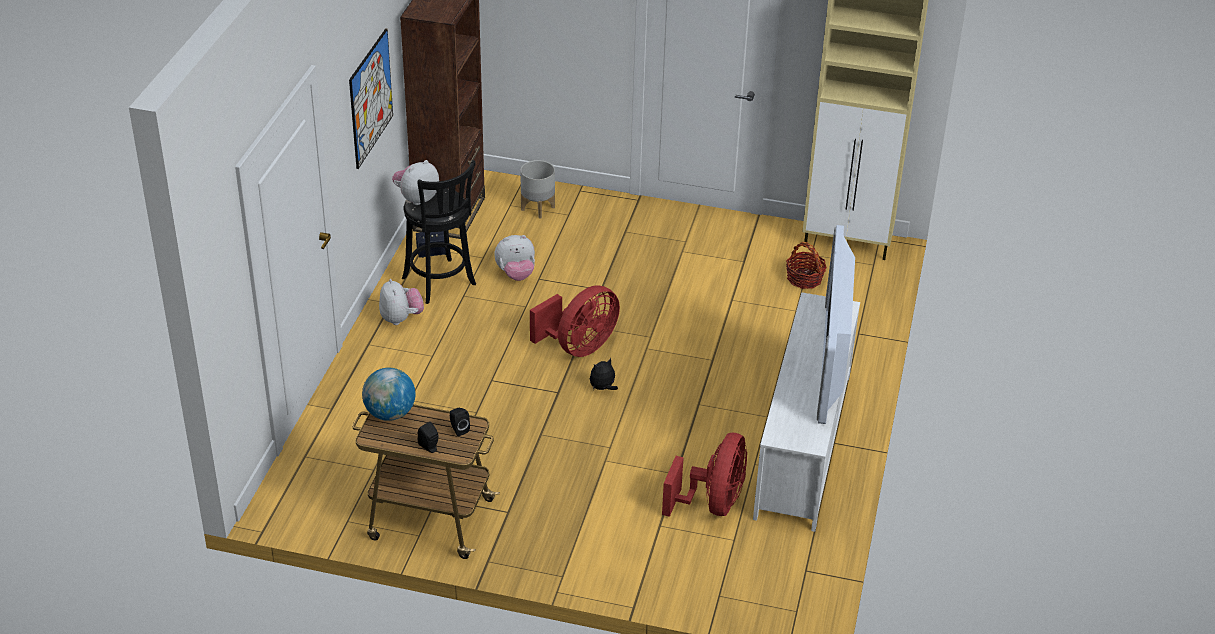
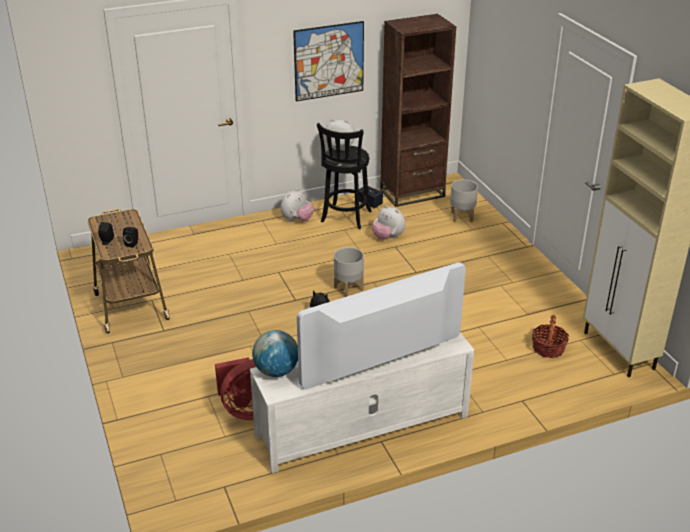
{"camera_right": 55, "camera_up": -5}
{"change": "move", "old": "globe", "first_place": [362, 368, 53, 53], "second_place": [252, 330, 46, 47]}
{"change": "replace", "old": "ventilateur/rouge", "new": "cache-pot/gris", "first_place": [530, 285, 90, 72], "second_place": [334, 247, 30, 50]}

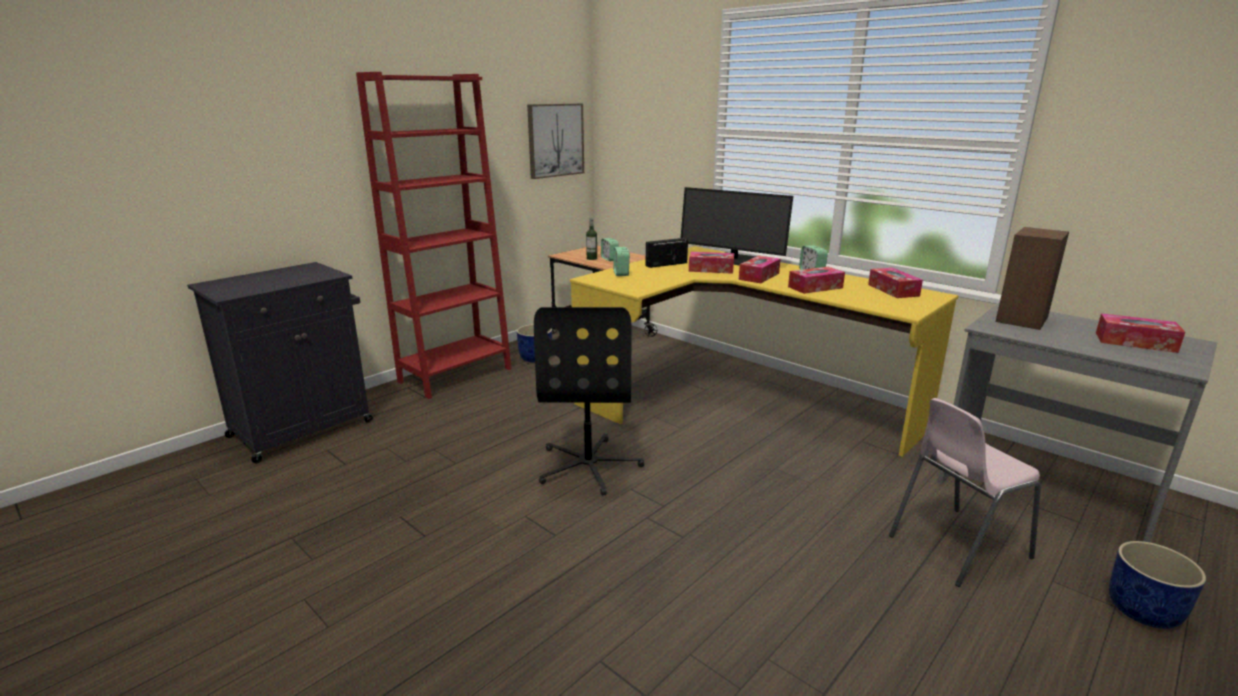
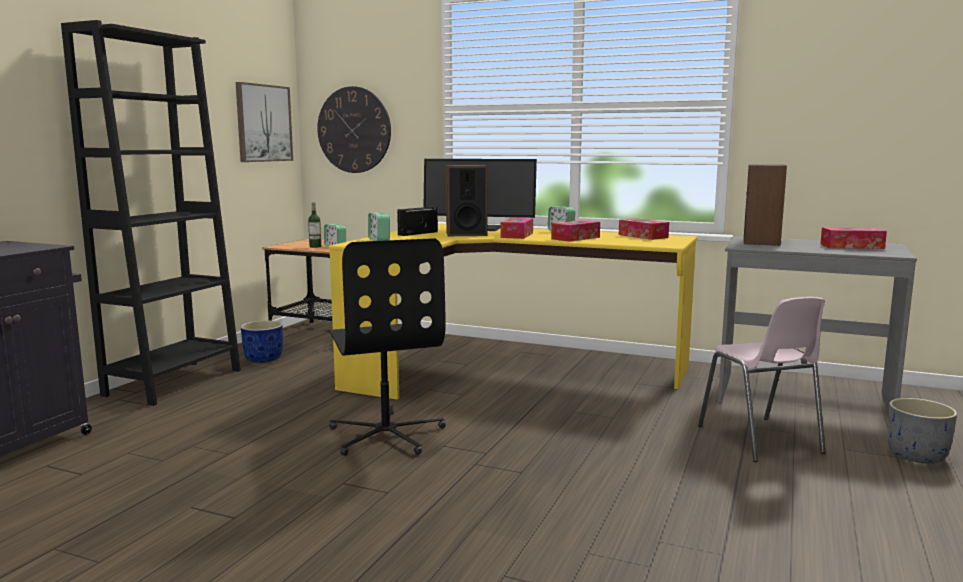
{"camera_right": -20, "camera_up": -10}
{"change": "insert", "new": "horloge murale", "second_place": [317, 86, 74, 87]}
{"change": "replace", "old": "boîte à mouchoirs", "new": "enceinte", "first_place": [689, 252, 45, 22], "second_place": [446, 165, 42, 71]}
{"change": "recolor", "old": "bibliothèque/rouge", "new": "bibliothèque/noir", "first_place": [356, 72, 155, 327], "second_place": [61, 20, 180, 386]}
{"change": "recolor", "old": "cache-pot/bleu", "new": "cache-pot/gris", "first_place": [1109, 541, 97, 88], "second_place": [887, 398, 70, 66]}
{"change": "rotate", "old": "chaise/rose", "first_place": [889, 398, 152, 189], "second_place": [698, 297, 128, 165], "degrees": -60}

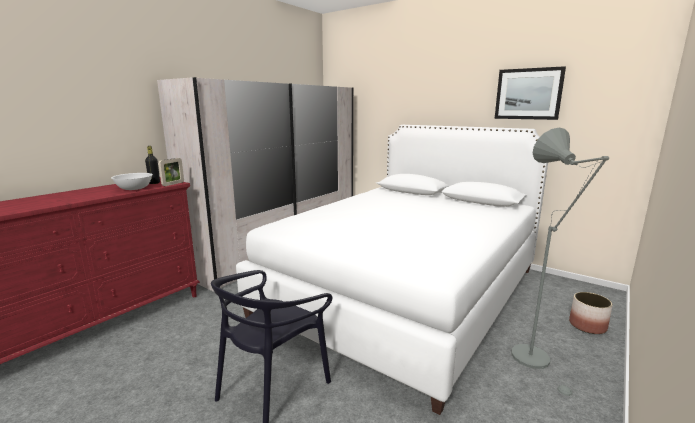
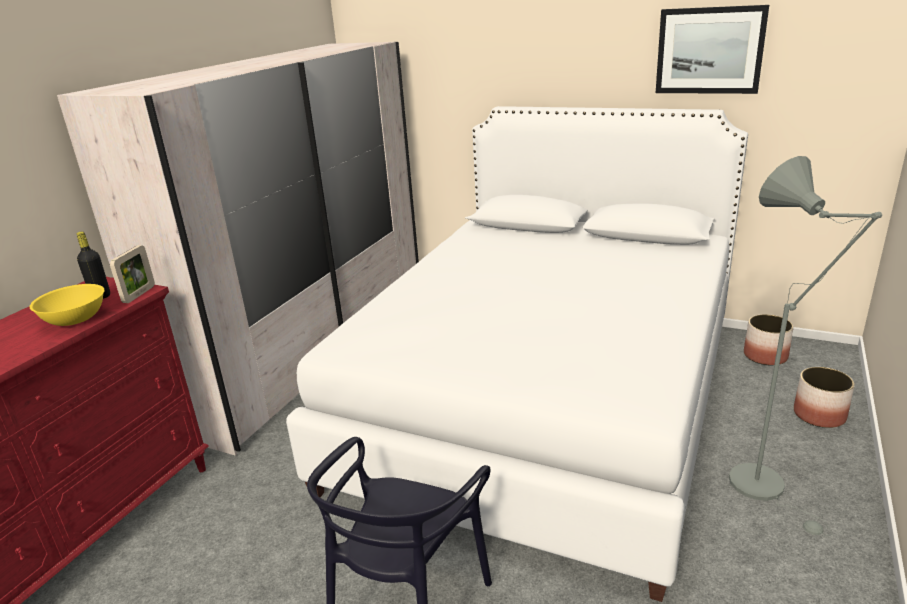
{"camera_right": -10, "camera_up": 10}
{"change": "insert", "new": "cache-pot", "second_place": [744, 314, 50, 51]}
{"change": "recolor", "old": "bol/blanc", "new": "bol/jaune", "first_place": [111, 173, 42, 17], "second_place": [30, 284, 74, 42]}

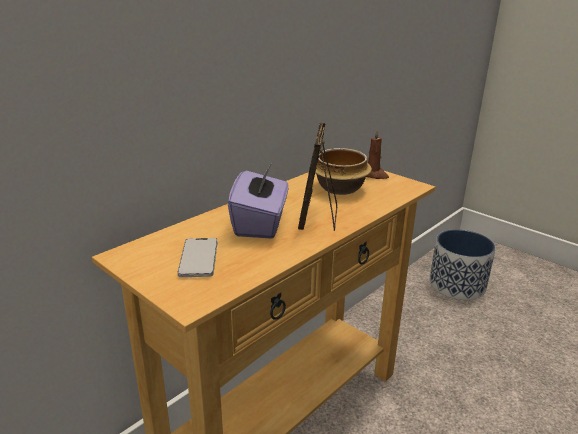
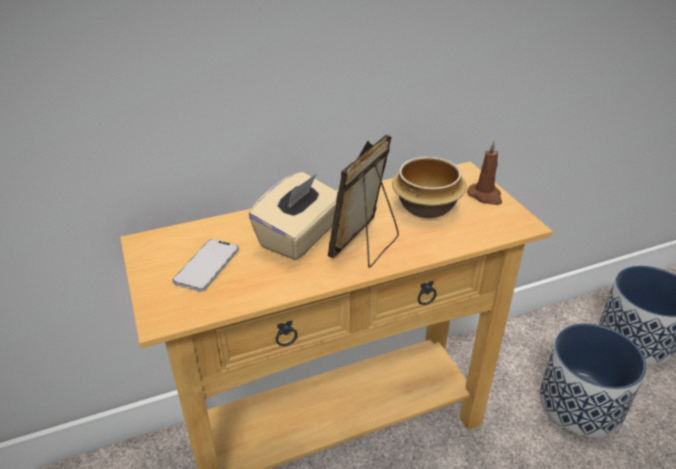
{"camera_right": 25, "camera_up": 10}
{"change": "insert", "new": "cache-pot", "second_place": [539, 323, 108, 114]}
{"change": "recolor", "old": "boîte à mouchoirs/violet", "new": "boîte à mouchoirs/beige", "first_place": [228, 163, 61, 76], "second_place": [248, 172, 90, 88]}

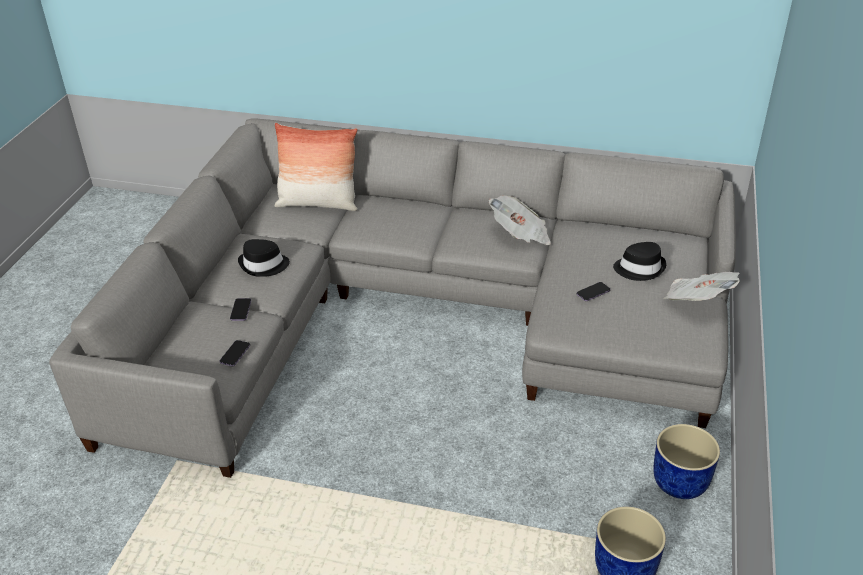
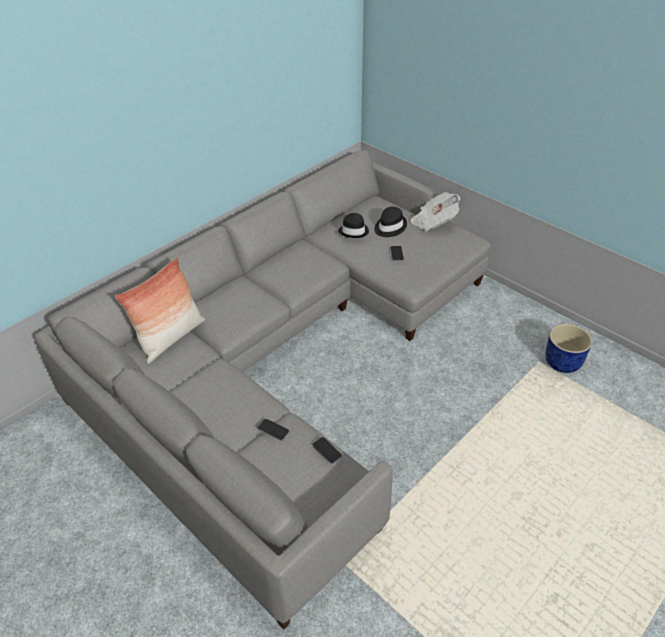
{"camera_right": -60, "camera_up": 5}
{"change": "delete", "old": "journal", "first_place": [489, 196, 62, 49]}
{"change": "delete", "old": "cache-pot/bleu", "first_place": [654, 424, 66, 75]}
{"change": "move", "old": "chapeau/noir", "first_place": [238, 239, 52, 38], "second_place": [338, 213, 31, 25]}

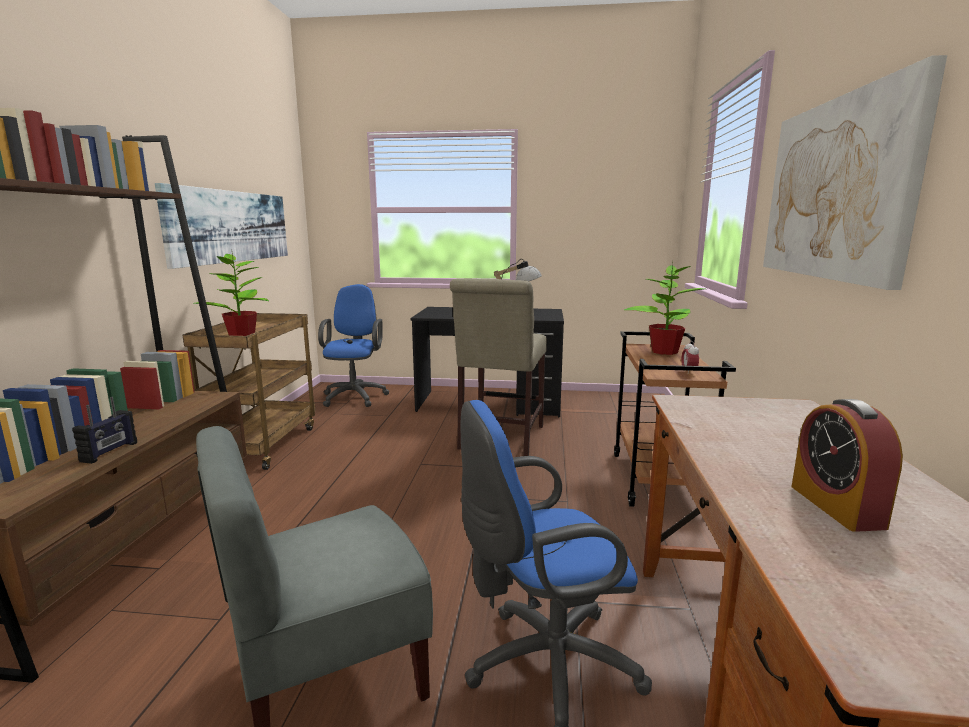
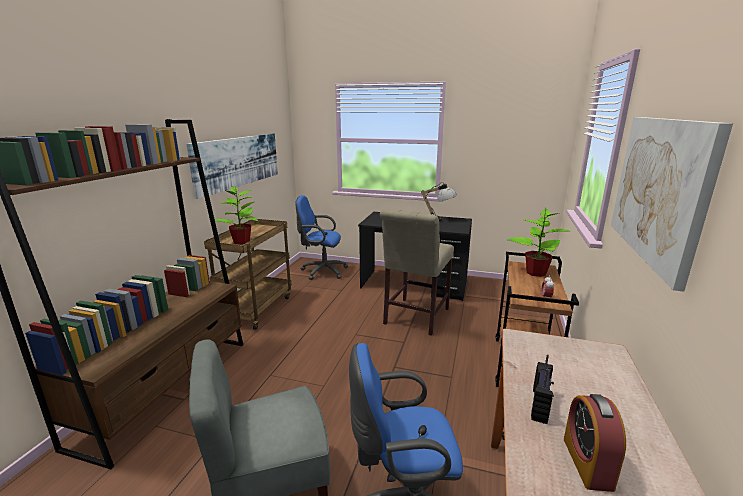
{"camera_right": 10, "camera_up": 5}
{"change": "move", "old": "radio", "first_place": [72, 397, 65, 67], "second_place": [531, 355, 23, 69]}
{"change": "rotate", "old": "chaise de bureau/bleu", "first_place": [318, 284, 71, 123], "second_place": [295, 195, 53, 85], "degrees": -90}

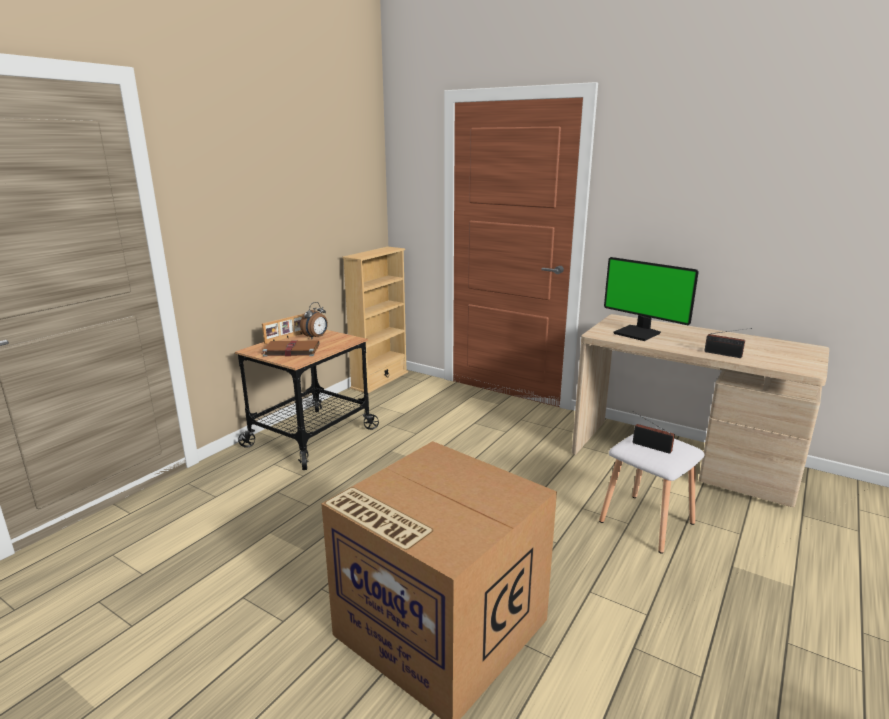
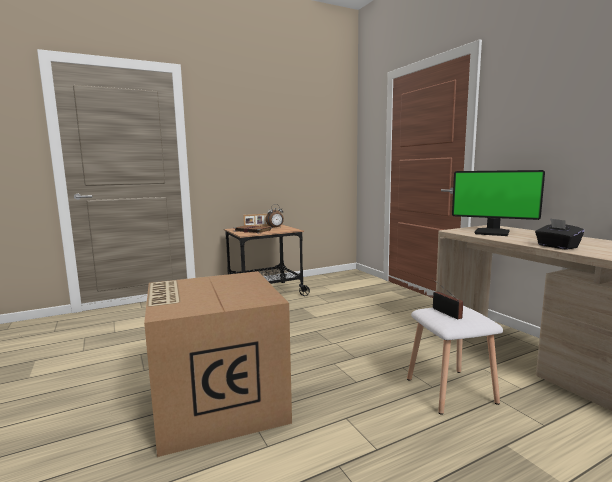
{"camera_right": 30, "camera_up": -10}
{"change": "delete", "old": "bibliothèque/beige", "first_place": [342, 246, 66, 147]}
{"change": "replace", "old": "radio", "new": "boîte à mouchoirs/noir", "first_place": [704, 328, 48, 30], "second_place": [535, 218, 50, 32]}
{"change": "rotate", "old": "écran d'ordinateur", "first_place": [604, 257, 95, 84], "second_place": [452, 170, 93, 66], "degrees": -45}

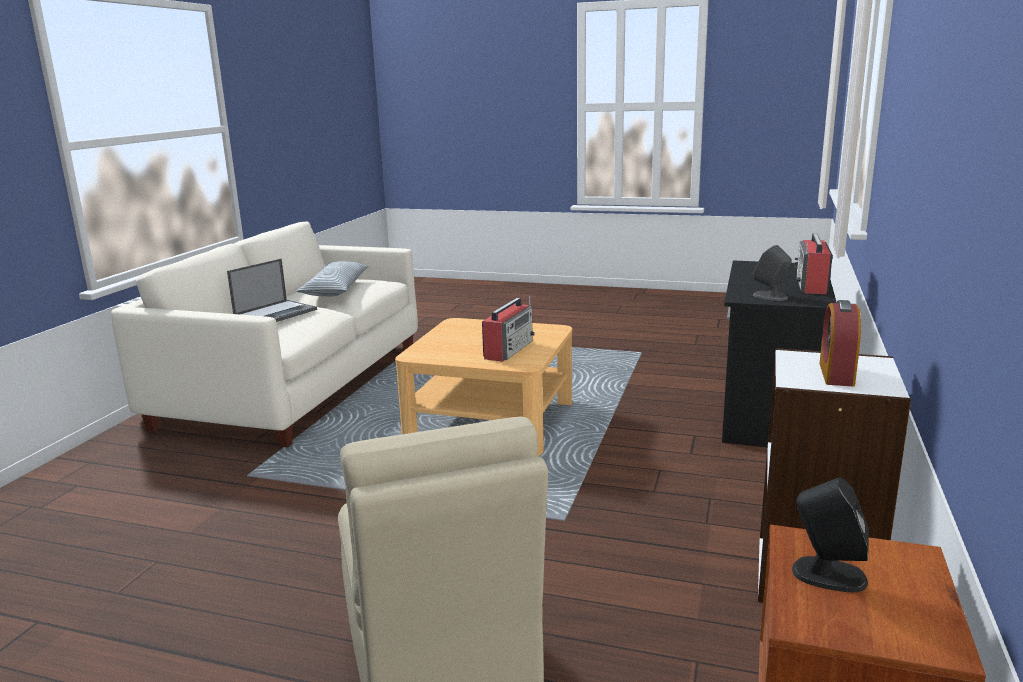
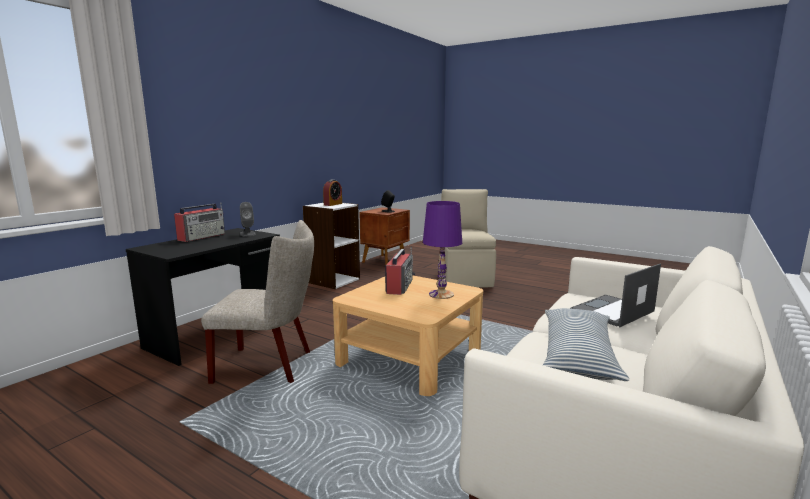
{"camera_right": -165, "camera_up": -5}
{"change": "insert", "new": "chaise/beige", "second_place": [201, 220, 113, 164]}
{"change": "insert", "new": "lampe de table/violet", "second_place": [423, 201, 39, 98]}
{"change": "rotate", "old": "radio", "first_place": [482, 295, 53, 67], "second_place": [385, 247, 30, 48], "degrees": 150}

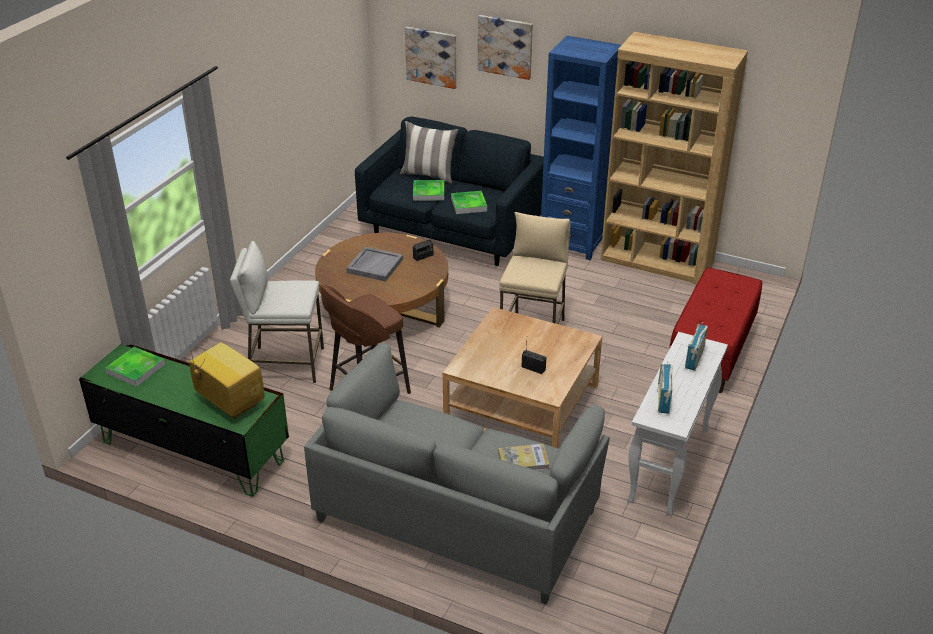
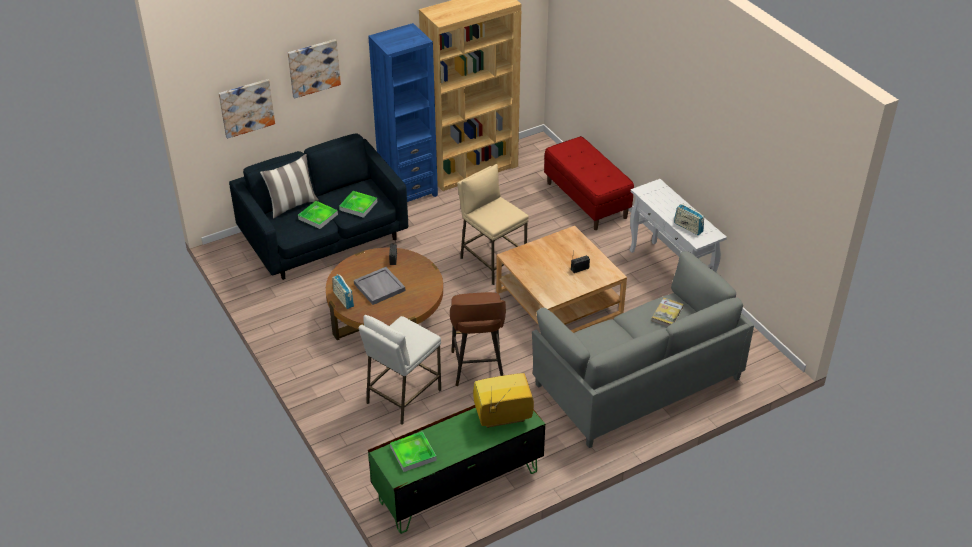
{"camera_right": -55, "camera_up": 5}
{"change": "move", "old": "radio", "first_place": [685, 322, 23, 49], "second_place": [332, 274, 22, 35]}

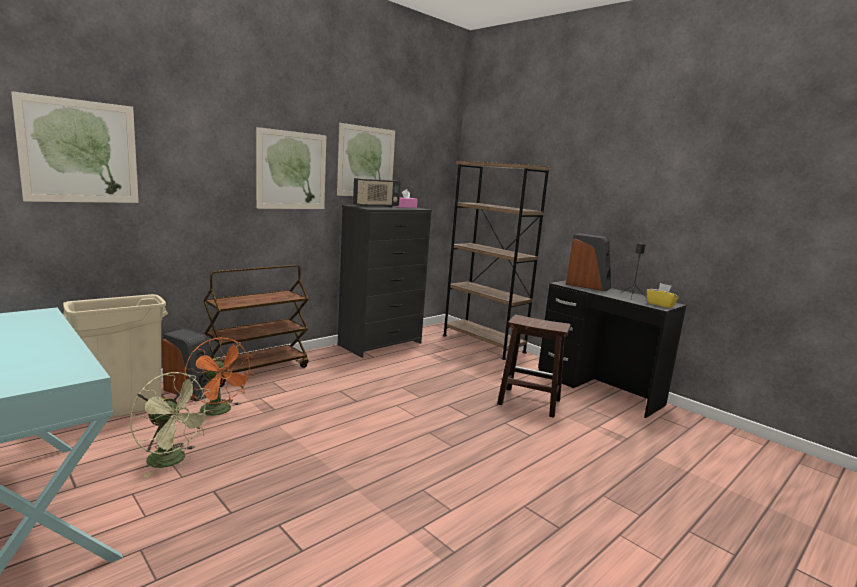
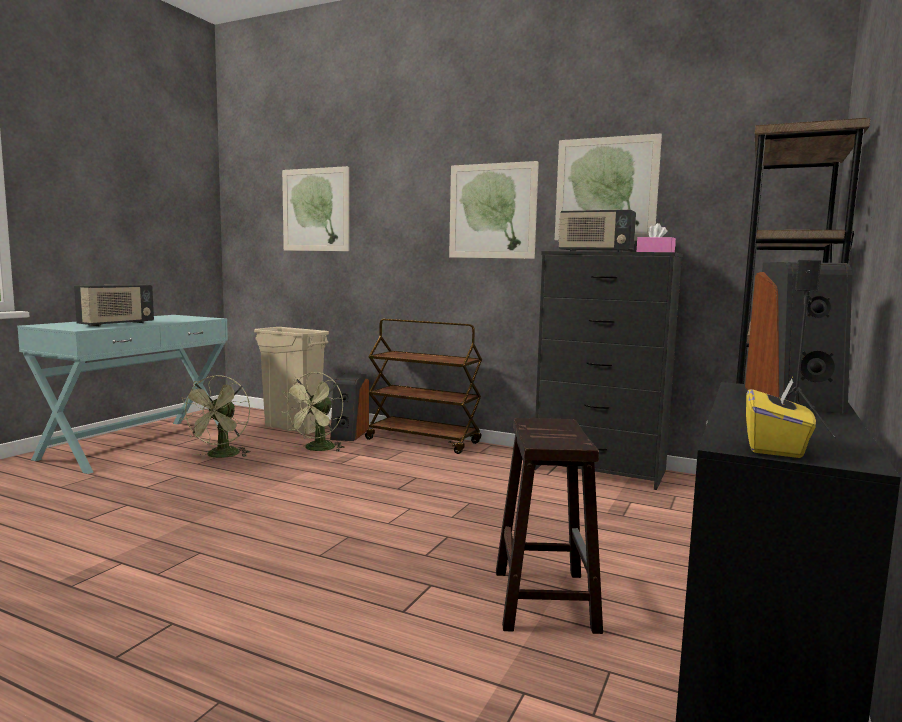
{"camera_right": 70, "camera_up": -5}
{"change": "insert", "new": "radio", "second_place": [74, 284, 80, 43]}
{"change": "recolor", "old": "ventilateur/orange", "new": "ventilateur/vert", "first_place": [184, 338, 70, 78], "second_place": [281, 372, 64, 80]}

